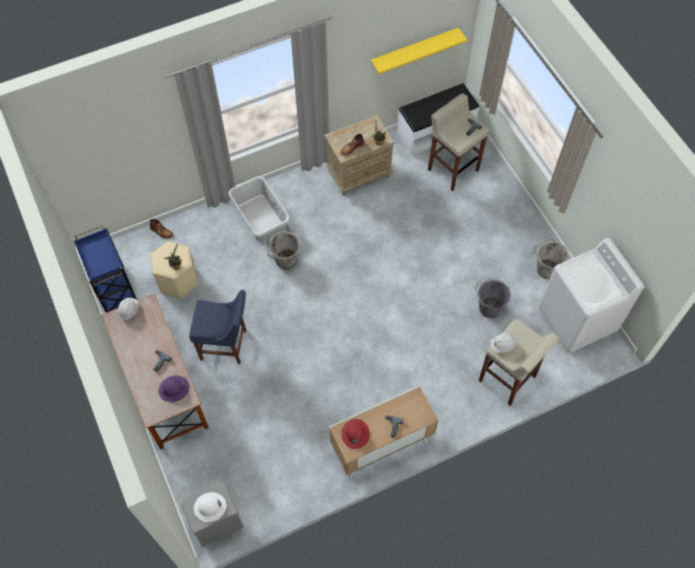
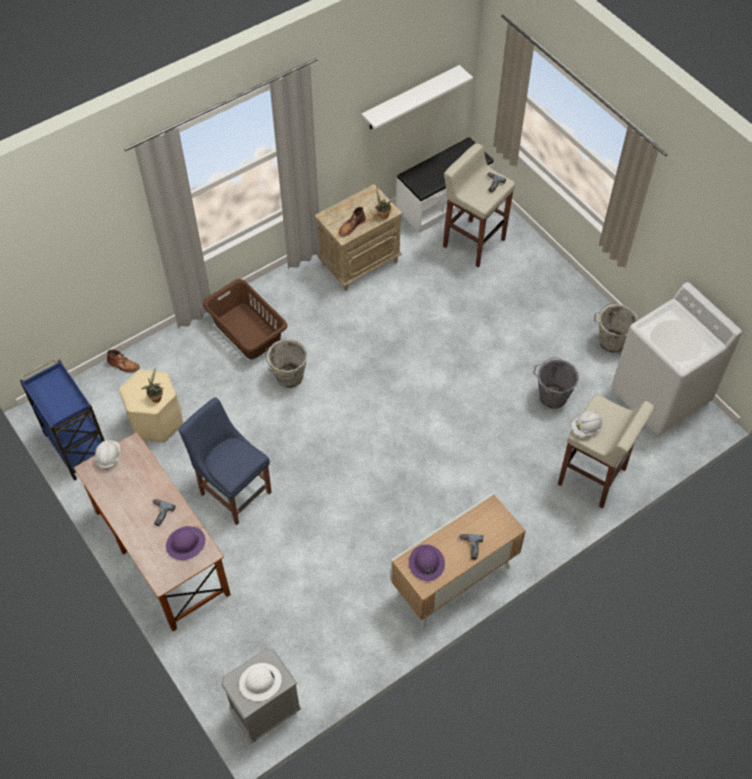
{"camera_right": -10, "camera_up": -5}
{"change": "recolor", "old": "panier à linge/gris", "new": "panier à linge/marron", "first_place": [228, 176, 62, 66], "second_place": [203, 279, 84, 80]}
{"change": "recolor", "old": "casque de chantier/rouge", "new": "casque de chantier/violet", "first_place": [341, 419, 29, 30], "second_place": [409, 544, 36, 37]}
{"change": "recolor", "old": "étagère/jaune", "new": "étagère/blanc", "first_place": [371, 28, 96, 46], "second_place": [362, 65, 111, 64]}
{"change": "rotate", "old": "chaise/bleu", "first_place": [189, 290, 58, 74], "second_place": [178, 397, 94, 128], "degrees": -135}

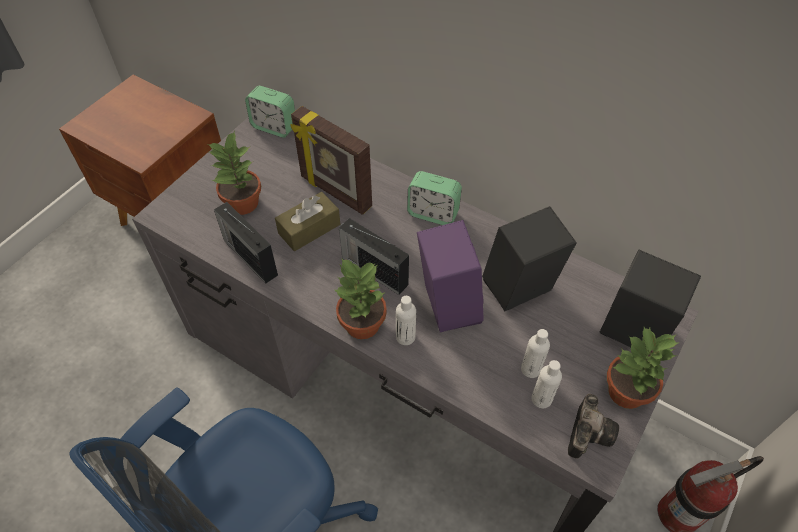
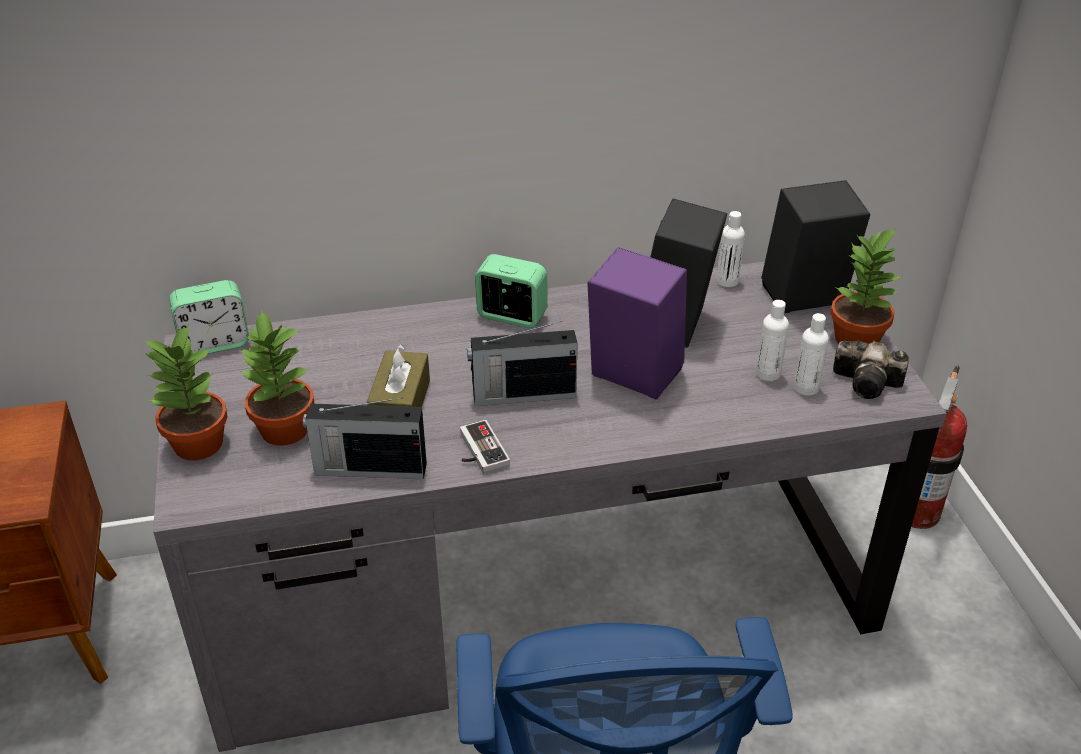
{"camera_right": -45, "camera_up": -15}
{"change": "delete", "old": "cadre photo", "first_place": [290, 106, 82, 109]}
{"change": "insert", "new": "manette", "second_place": [460, 420, 50, 54]}
{"change": "move", "old": "plante en pot", "first_place": [334, 258, 53, 81], "second_place": [143, 324, 85, 136]}
{"change": "move", "old": "bouteille/blanc", "first_place": [396, 296, 20, 49], "second_place": [716, 211, 29, 76]}
{"change": "rotate", "old": "réveil", "first_place": [407, 171, 55, 54], "second_place": [475, 254, 73, 74], "degrees": -135}
{"change": "rotate", "old": "appareil photo", "first_place": [568, 394, 51, 65], "second_place": [833, 341, 76, 58], "degrees": 135}

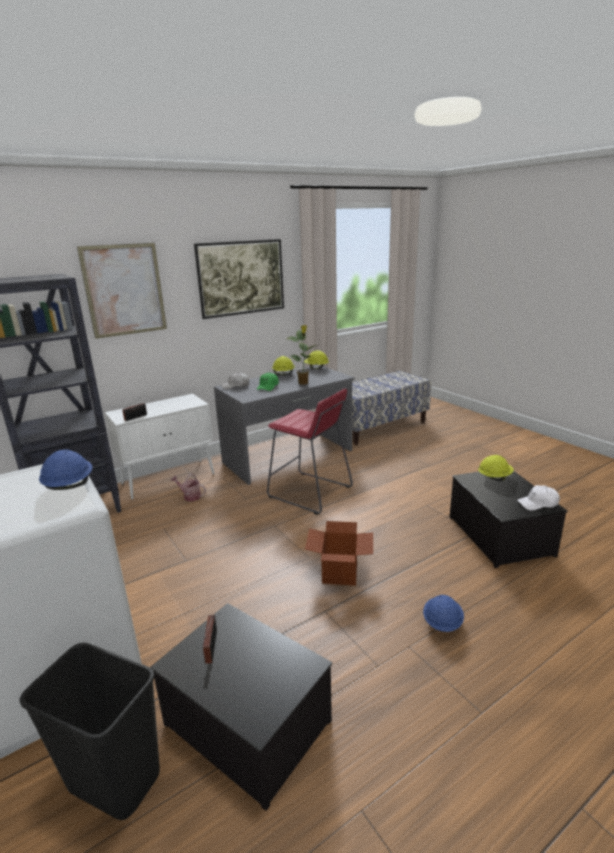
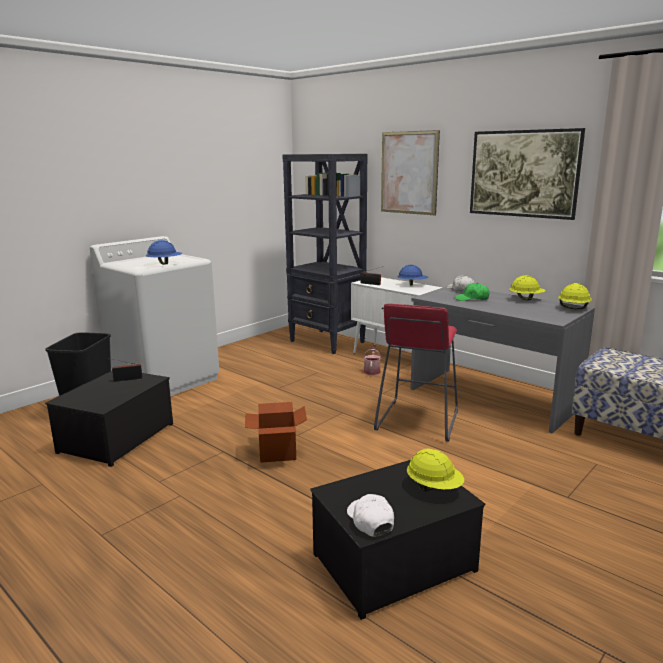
{"camera_right": 75, "camera_up": -5}
{"change": "delete", "old": "plante en pot", "first_place": [287, 325, 28, 60]}
{"change": "move", "old": "casque de chantier/bleu", "first_place": [423, 595, 41, 37], "second_place": [398, 265, 30, 21]}

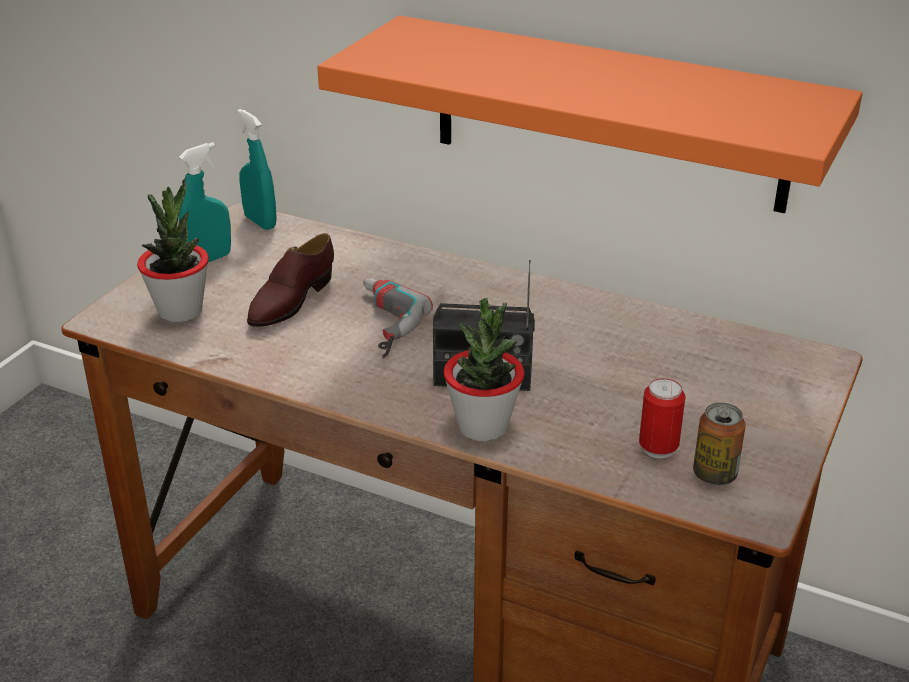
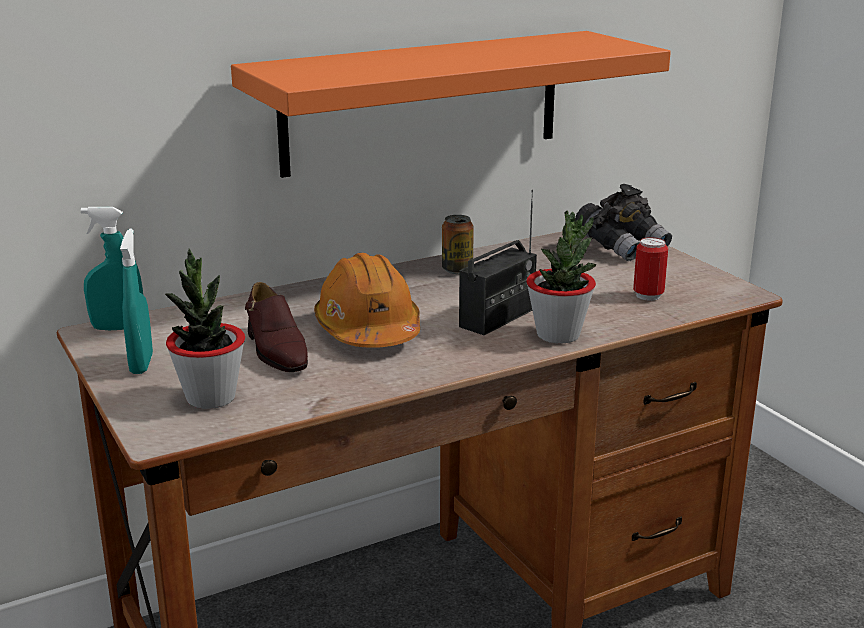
{"camera_right": -55, "camera_up": -10}
{"change": "insert", "new": "jumelles/gris", "second_place": [575, 184, 97, 77]}
{"change": "move", "old": "boîte métallique", "first_place": [693, 403, 53, 82], "second_place": [442, 215, 32, 59]}
{"change": "replace", "old": "perceuse", "new": "casque de chantier/orange", "first_place": [363, 278, 70, 80], "second_place": [314, 253, 106, 95]}

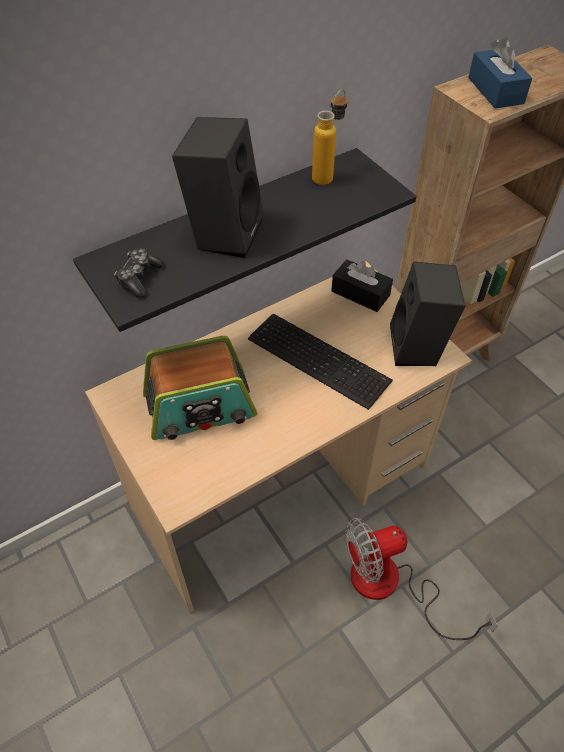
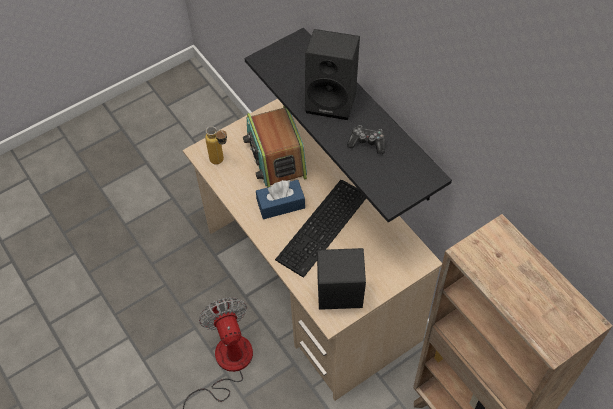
{"camera_right": 90, "camera_up": 5}
{"change": "delete", "old": "boîte à mouchoirs/noir", "first_place": [331, 259, 62, 53]}
{"change": "move", "old": "manette", "first_place": [114, 248, 50, 50], "second_place": [347, 125, 38, 29]}
{"change": "move", "old": "bouteille", "first_place": [312, 90, 36, 95], "second_place": [205, 126, 22, 39]}
{"change": "move", "old": "boîte à mouchoirs/bleu", "first_place": [468, 37, 64, 72], "second_place": [256, 180, 49, 39]}

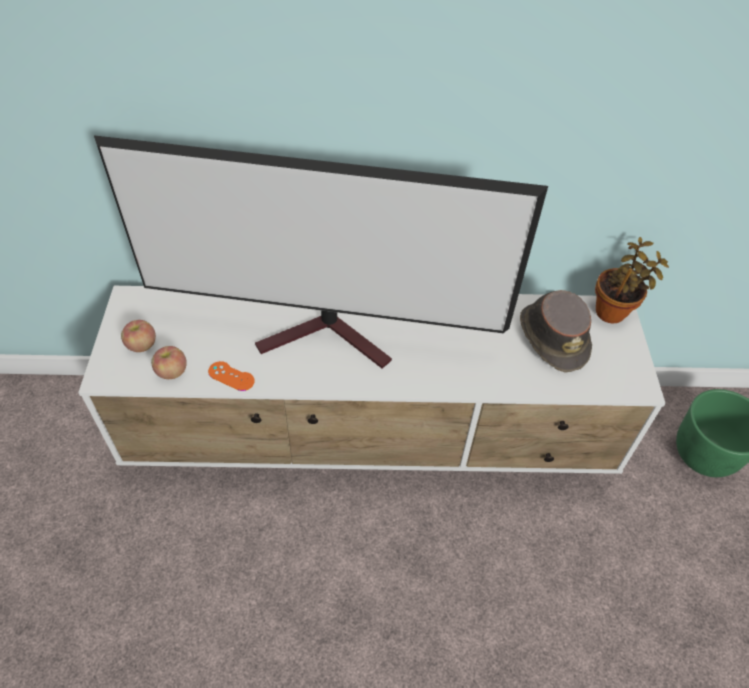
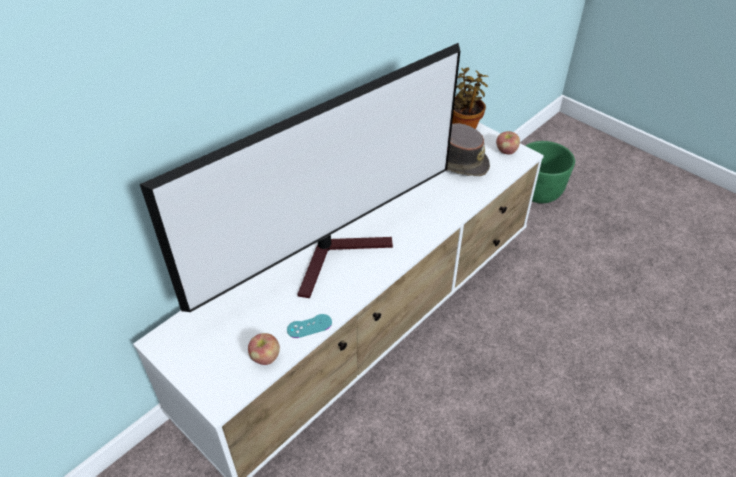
{"camera_right": -45, "camera_up": -5}
{"change": "move", "old": "pomme", "first_place": [121, 320, 35, 32], "second_place": [496, 131, 24, 23]}
{"change": "recolor", "old": "manette/orange", "new": "manette/turquoise", "first_place": [208, 361, 47, 30], "second_place": [287, 314, 45, 24]}

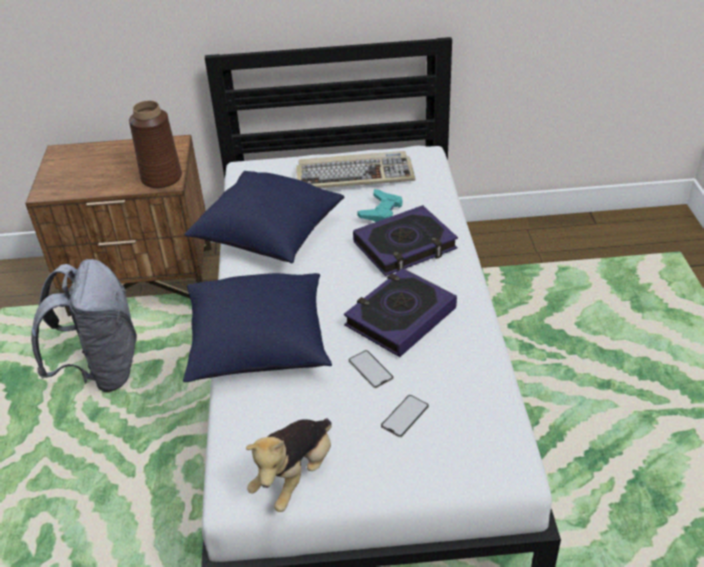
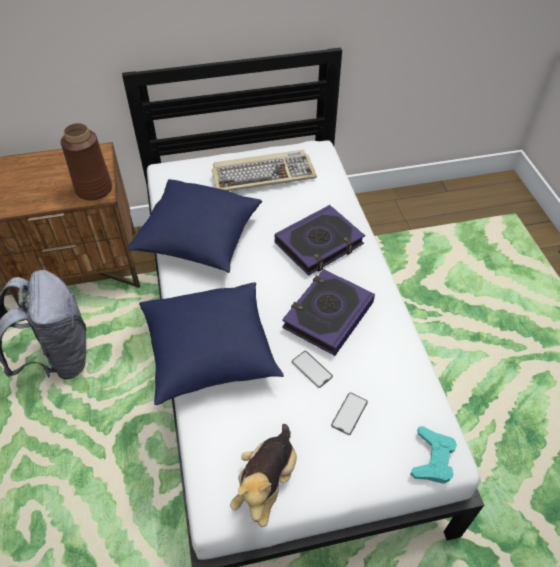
{"camera_right": -10, "camera_up": 10}
{"change": "move", "old": "manette/turquoise", "first_place": [357, 189, 45, 33], "second_place": [410, 426, 47, 58]}

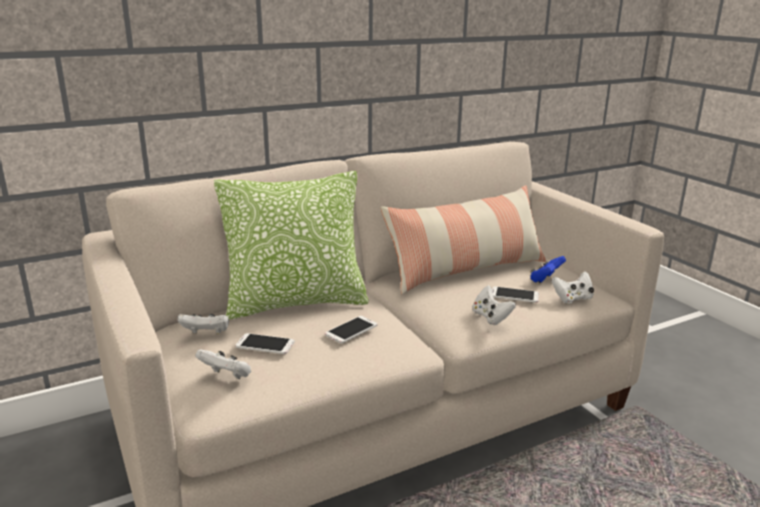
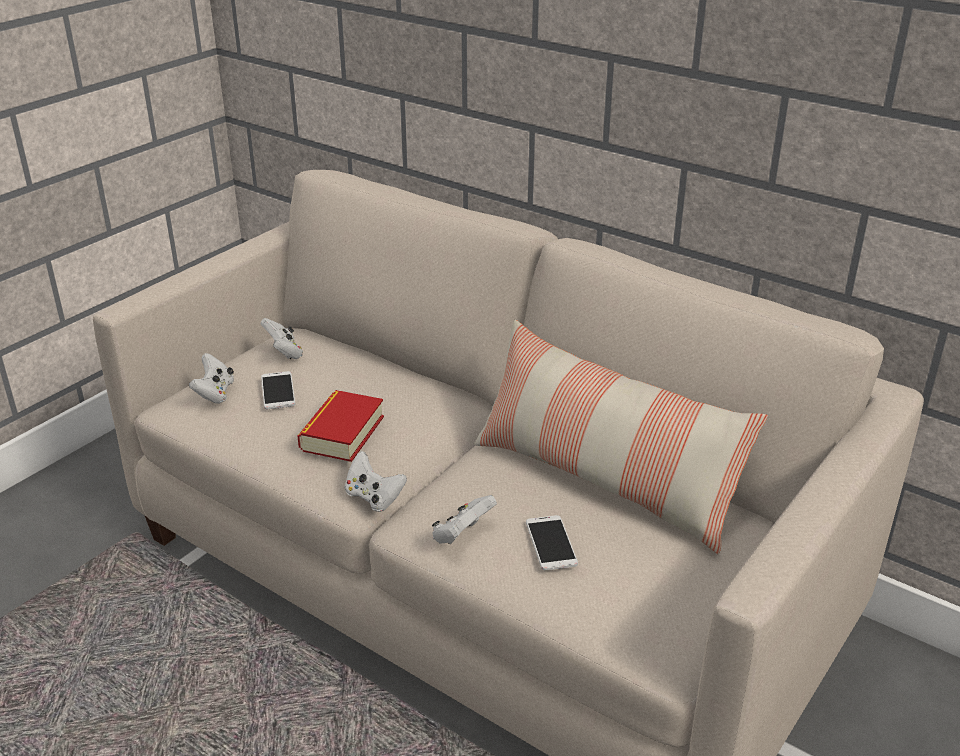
{"camera_right": 65, "camera_up": 10}
{"change": "delete", "old": "coussin", "first_place": [214, 171, 155, 149]}
{"change": "delete", "old": "manette/bleu", "first_place": [530, 256, 36, 27]}
{"change": "move", "old": "manette/blanc", "first_place": [551, 271, 43, 33], "second_place": [345, 451, 62, 61]}
{"change": "replace", "old": "téléphone", "new": "livre", "first_place": [325, 316, 52, 27], "second_place": [297, 390, 87, 72]}

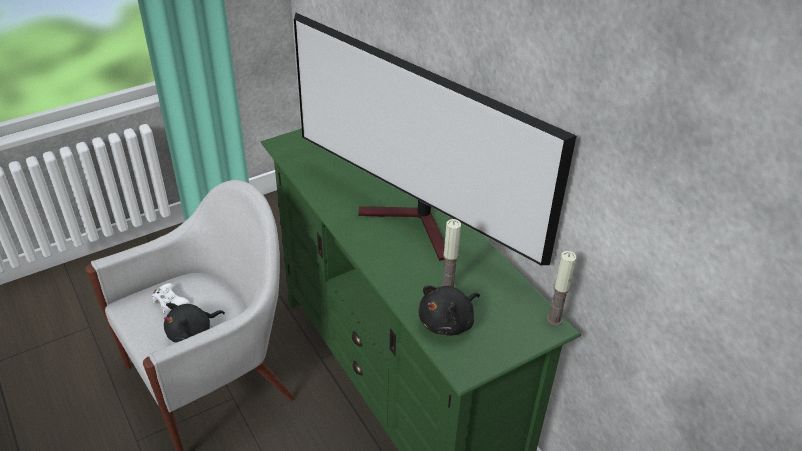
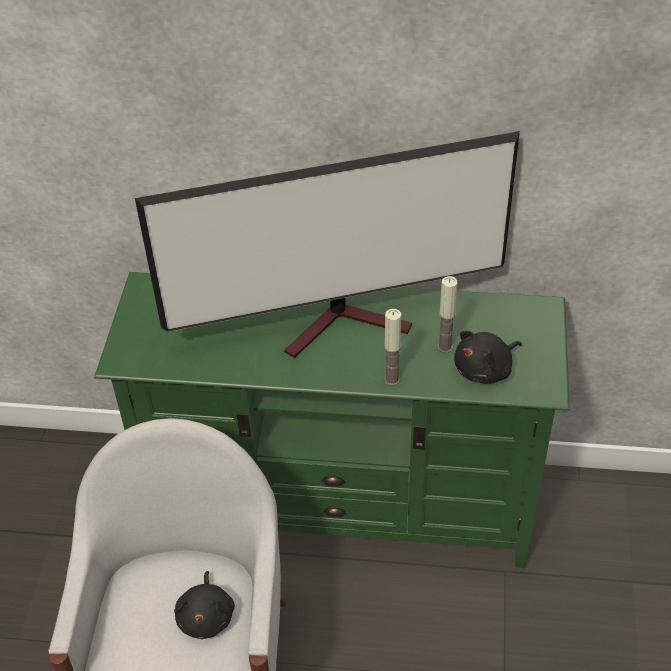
{"camera_right": -50, "camera_up": 5}
{"change": "delete", "old": "manette/blanc", "first_place": [152, 283, 38, 31]}
{"change": "move", "old": "bougie", "first_place": [547, 251, 30, 75], "second_place": [384, 309, 17, 77]}
{"change": "rotate", "old": "peluche/noir", "first_place": [418, 285, 62, 51], "second_place": [454, 331, 68, 53], "degrees": 60}

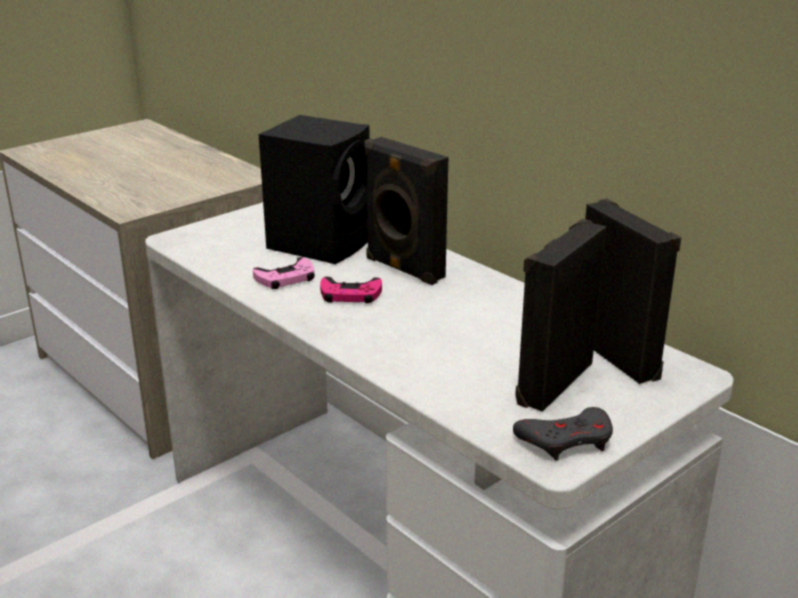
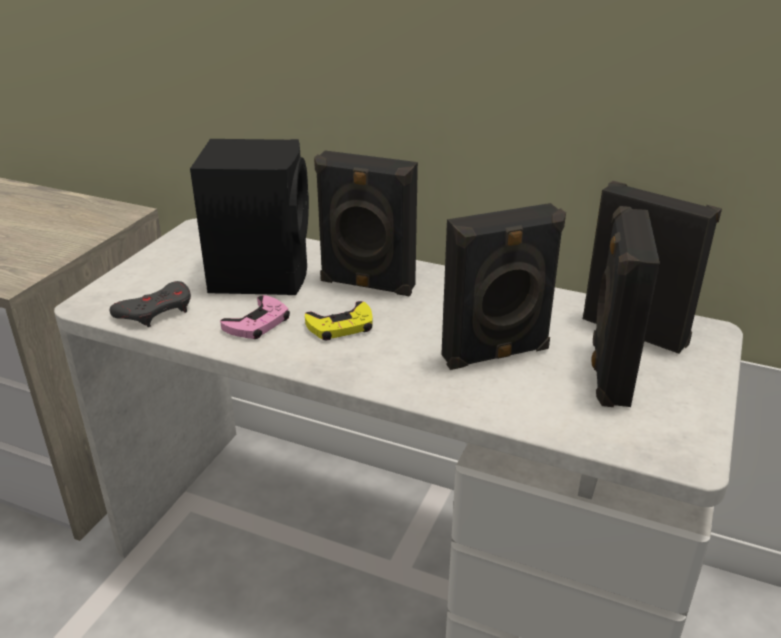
{"camera_right": -25, "camera_up": 5}
{"change": "insert", "new": "enceinte/noir", "second_place": [441, 203, 125, 167]}
{"change": "move", "old": "manette/gris", "first_place": [513, 407, 100, 53], "second_place": [110, 281, 81, 46]}
{"change": "recolor", "old": "manette/rose", "new": "manette/jaune", "first_place": [320, 276, 62, 27], "second_place": [305, 301, 68, 39]}

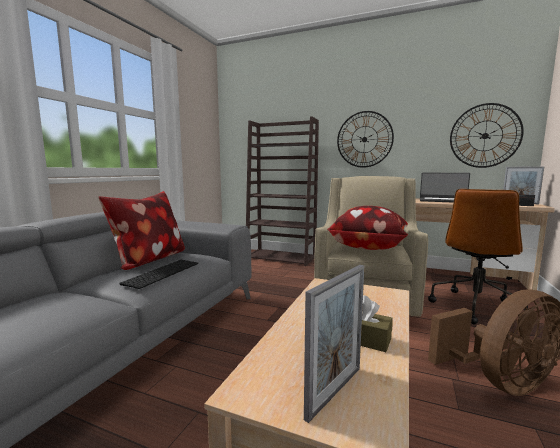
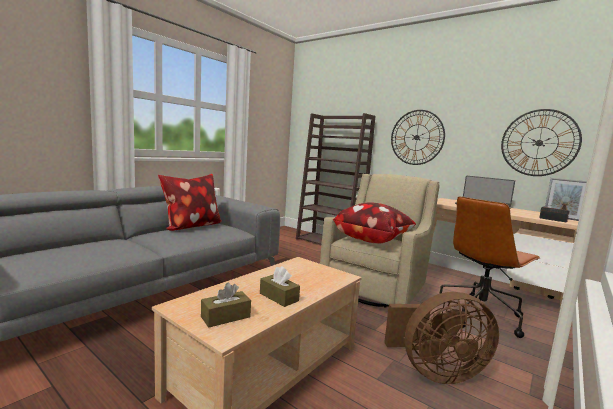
{"camera_right": 15, "camera_up": 0}
{"change": "delete", "old": "clavier", "first_place": [119, 260, 79, 29]}
{"change": "replace", "old": "cadre photo", "new": "boîte à mouchoirs/marron", "first_place": [304, 265, 60, 158], "second_place": [201, 283, 50, 45]}

